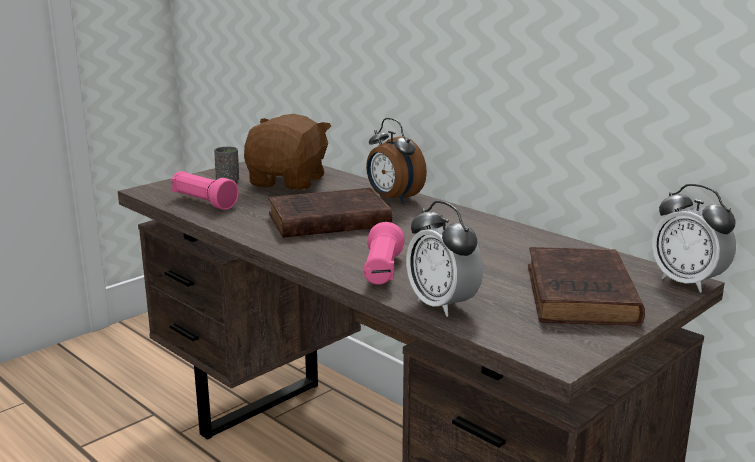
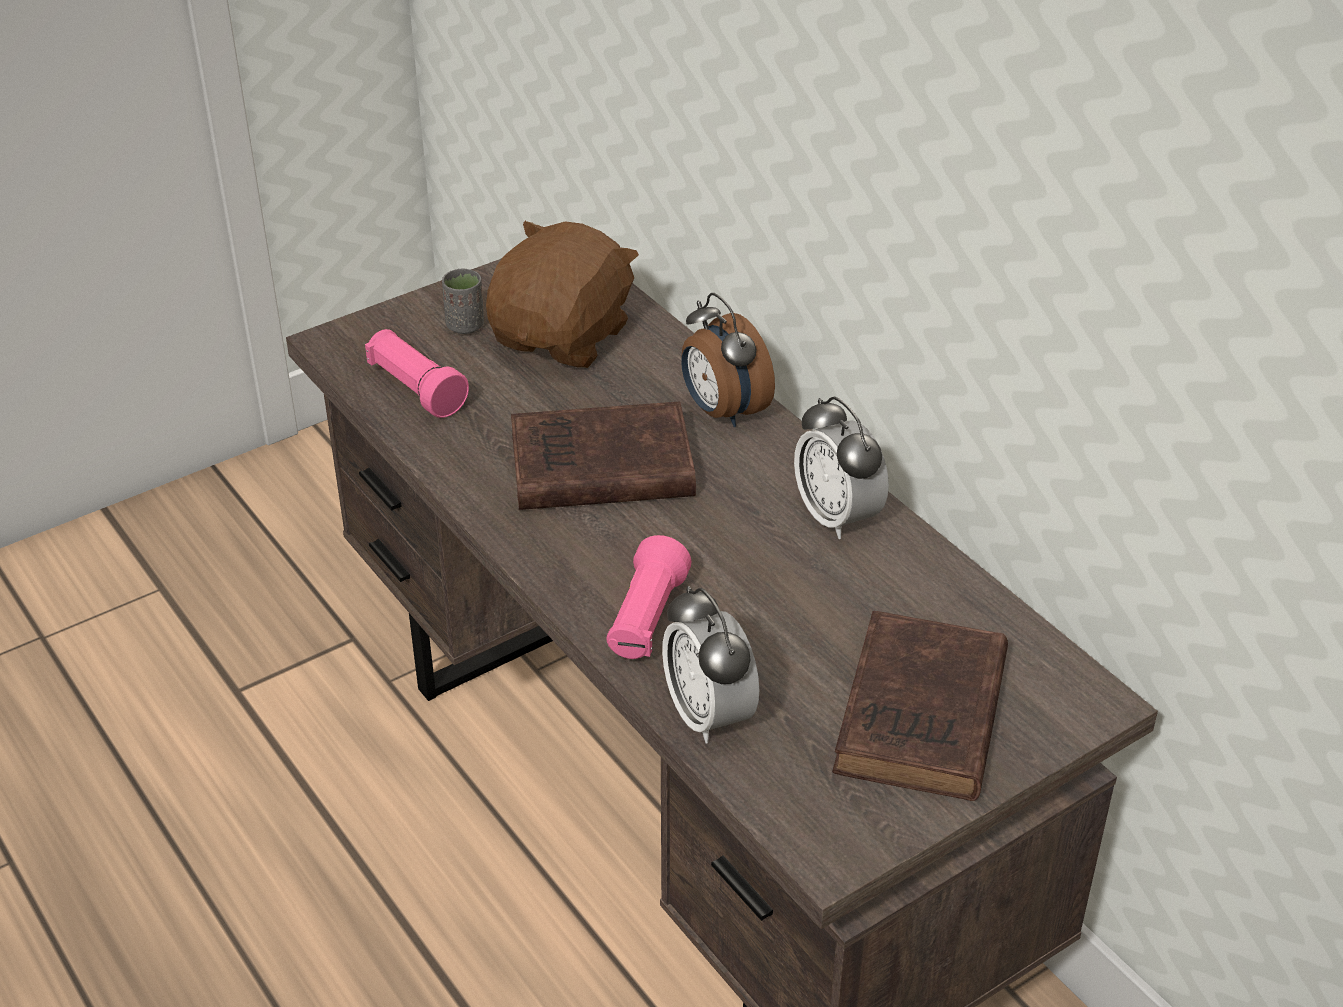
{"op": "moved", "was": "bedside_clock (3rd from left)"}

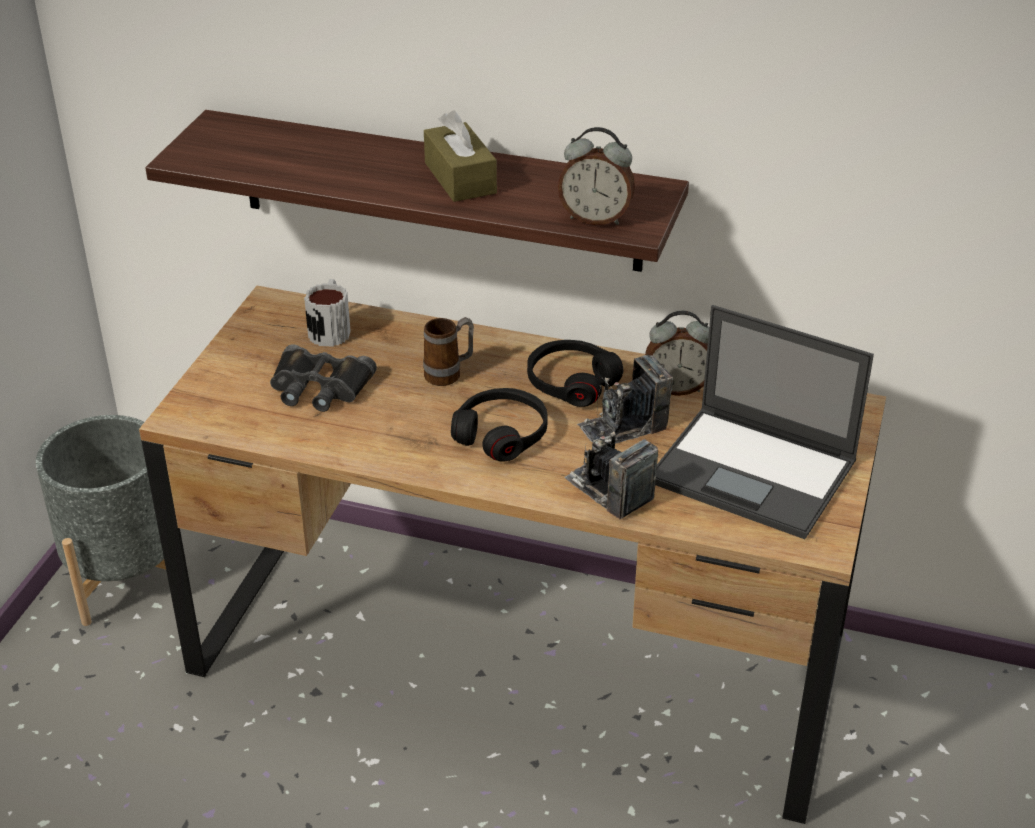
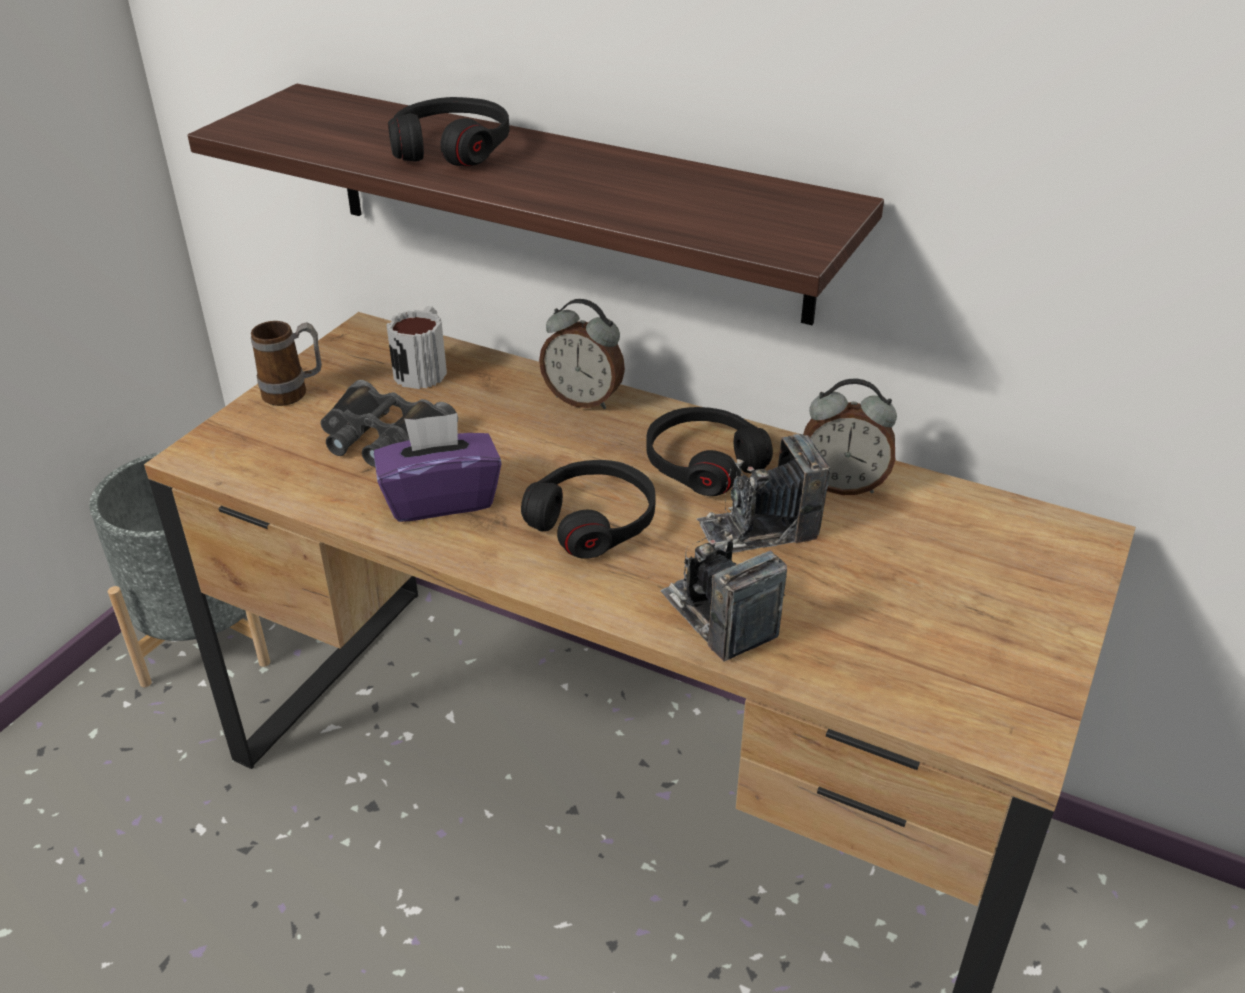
{"op": "removed", "was": "brownish_tissue_box"}
{"op": "removed", "was": "laptop"}
{"op": "added", "now": "purple_tissue_box"}
{"op": "added", "now": "black_headphones (1st from left)"}
{"op": "moved", "was": "coffee_mug (2nd from left in the first image)", "now": "coffee_mug (1st from left)"}
{"op": "moved", "was": "bedside_clock (1st from left)"}

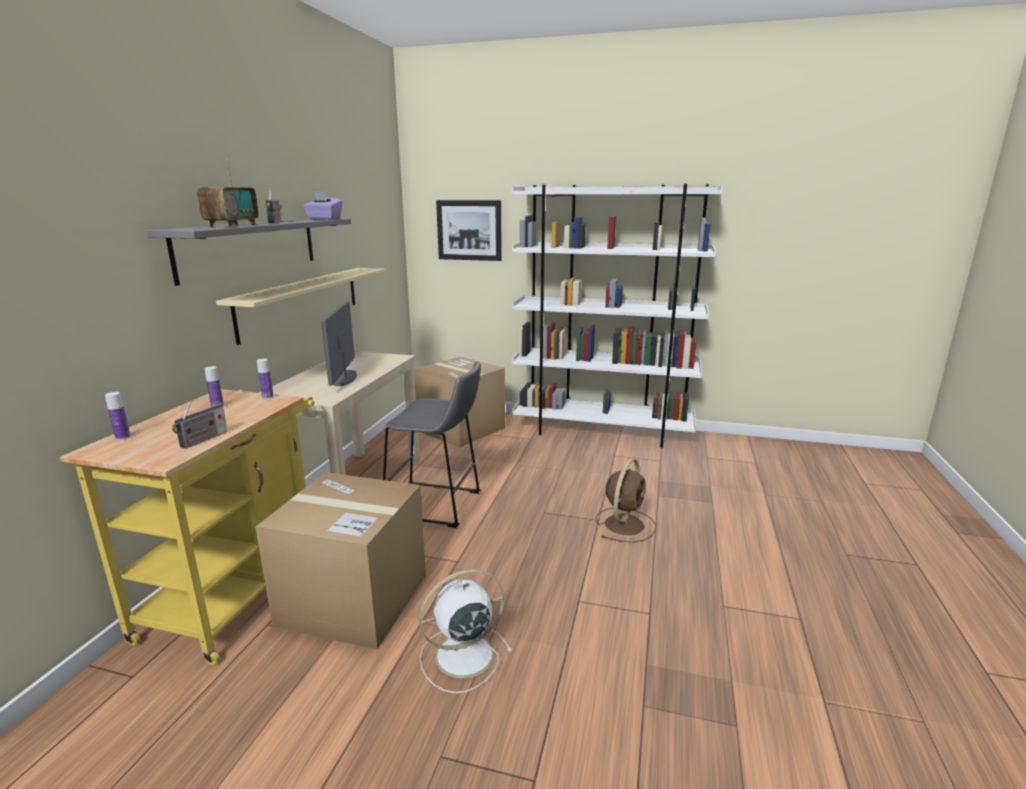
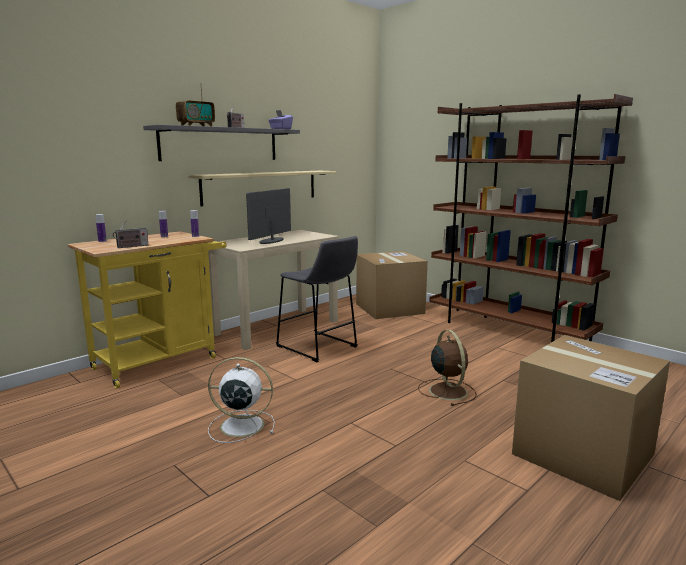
{"op": "removed", "was": "wall_picture"}
{"op": "moved", "was": "cardboard_box (1st from left in the first image)", "now": "cardboard_box (2nd from left)"}
{"op": "recoloured", "was": "whitish_bookcase", "now": "brownish_bookcase"}
{"op": "turned", "was": "brownish_electric_fan", "clockwise": -75}

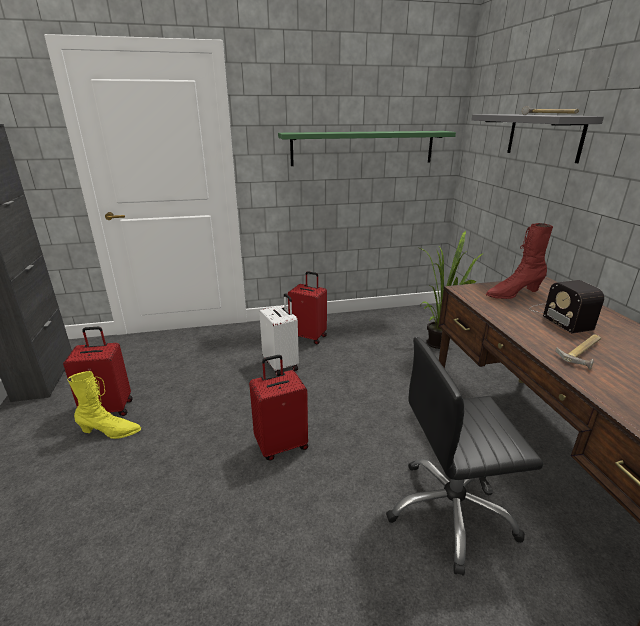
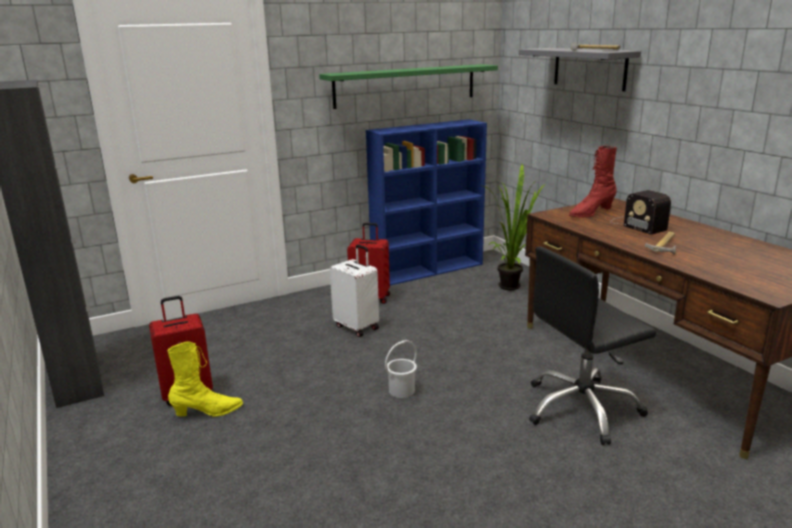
{"op": "added", "now": "bluish_bookcase"}
{"op": "replaced", "was": "reddish_suitcase (2nd from left)", "now": "whitish_bucket"}

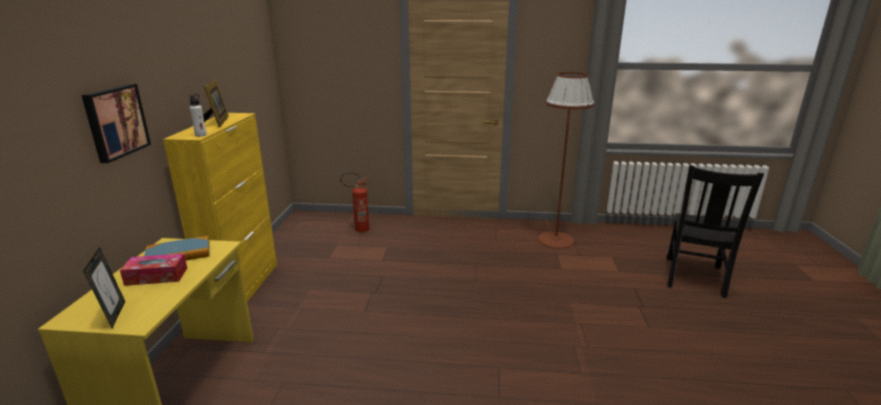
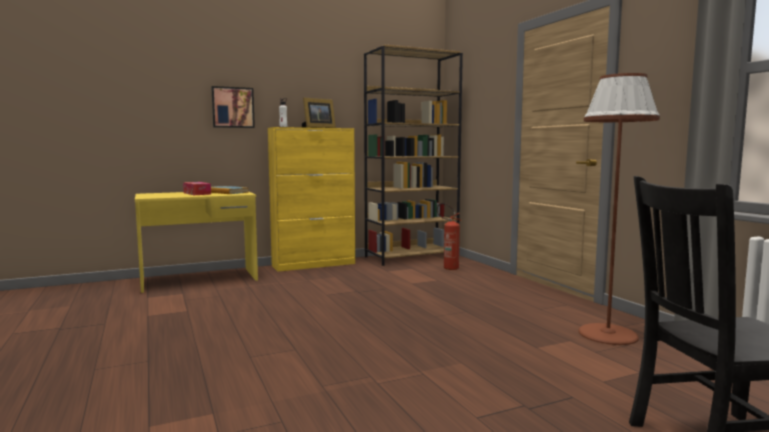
{"op": "removed", "was": "photo_frame (1st from left)"}
{"op": "added", "now": "brownish_bookcase"}

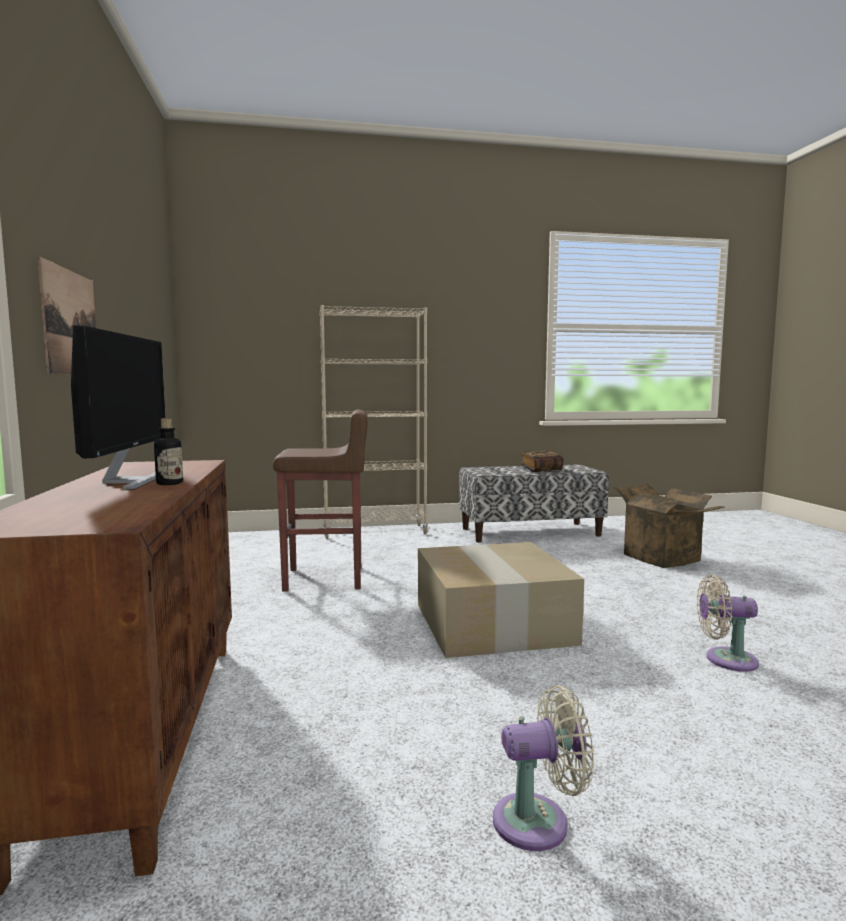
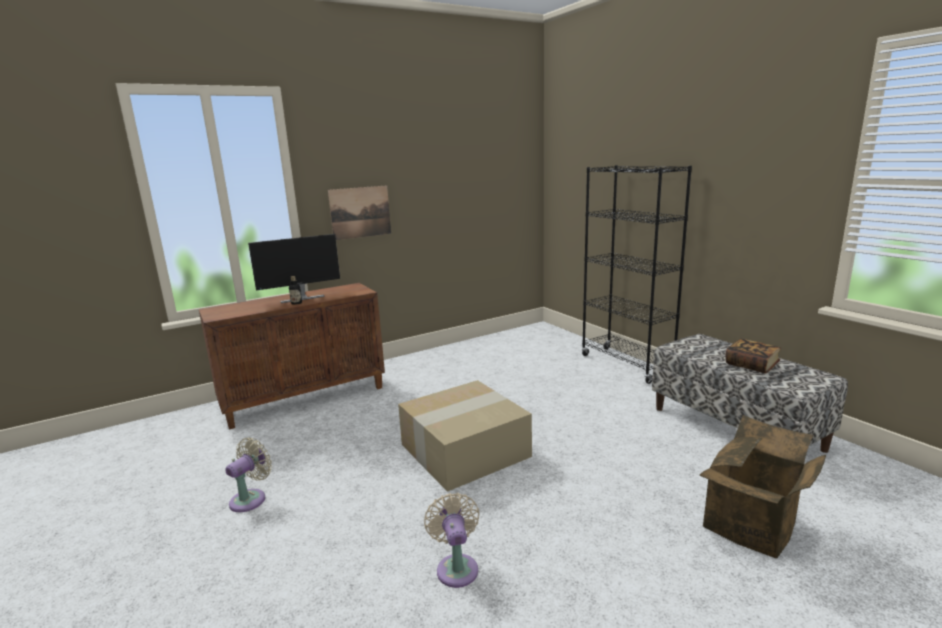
{"op": "removed", "was": "brownish_sitting_stool"}
{"op": "recoloured", "was": "sand-coloured_bookcase", "now": "black_bookcase"}
{"op": "turned", "was": "sand-coloured_electric_fan (1st from left)", "clockwise": -120}

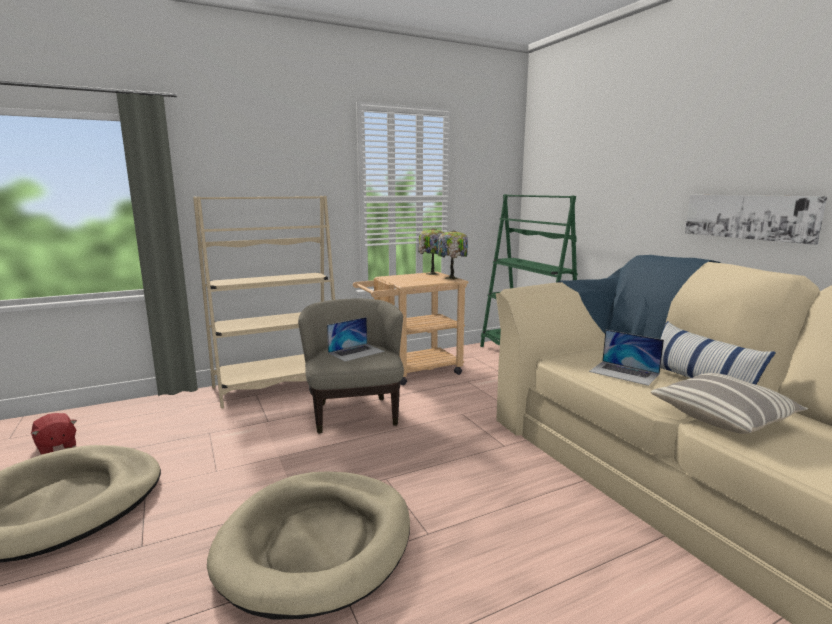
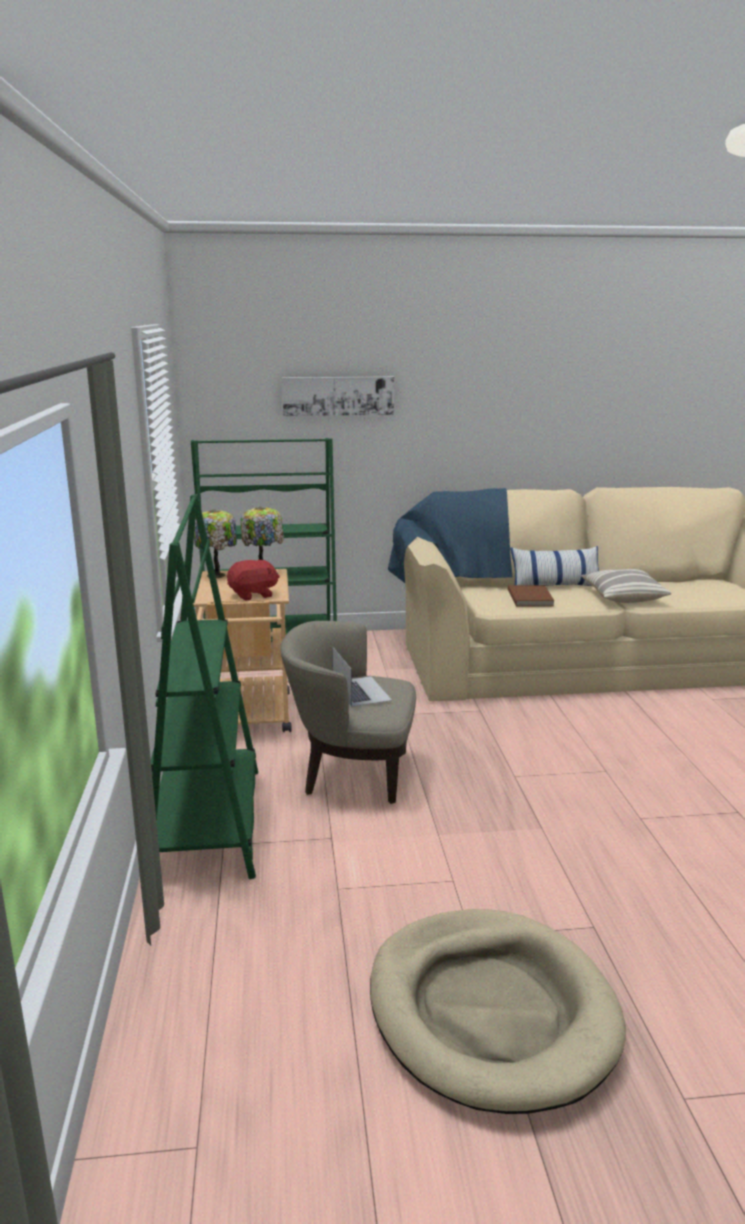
{"op": "removed", "was": "sand-coloured_dog_bed (2nd from left)"}
{"op": "moved", "was": "reddish_soft_toy"}
{"op": "moved", "was": "wall_picture"}
{"op": "replaced", "was": "laptop (2nd from left)", "now": "brownish_volume"}
{"op": "recoloured", "was": "sand-coloured_bookcase", "now": "greenish_bookcase (1st from left)"}

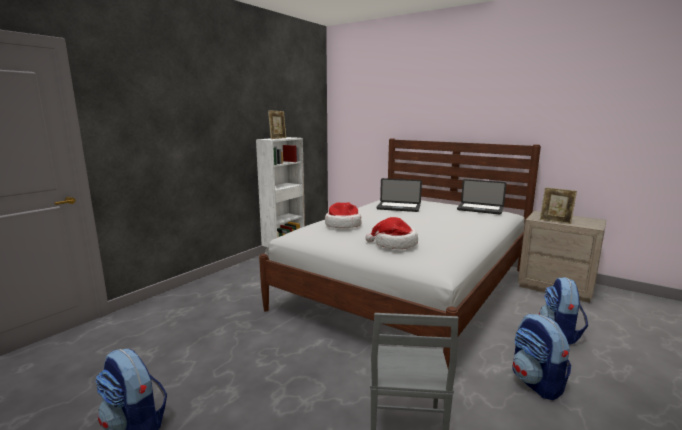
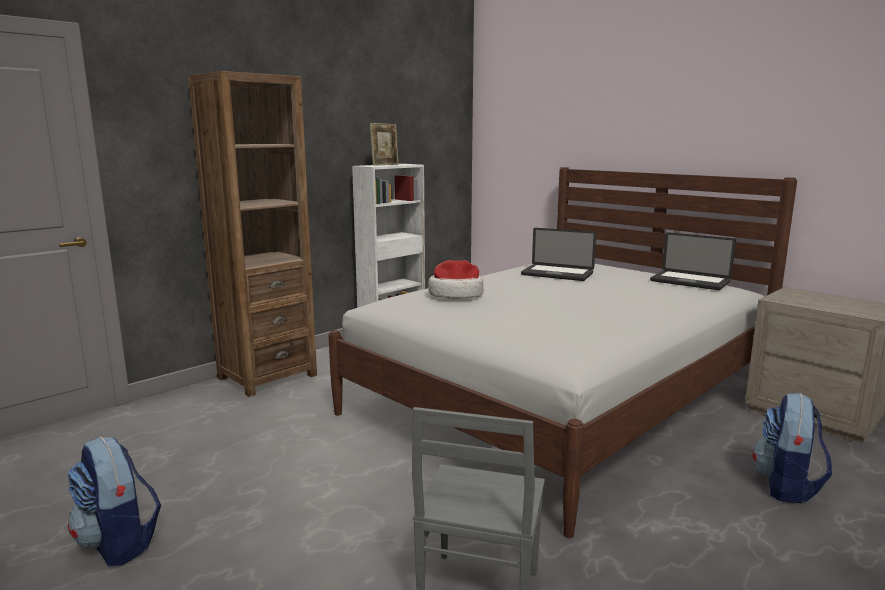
{"op": "removed", "was": "hat (2nd from left)"}
{"op": "removed", "was": "knapsack (2nd from left)"}
{"op": "removed", "was": "photo_frame (2nd from left)"}
{"op": "added", "now": "brownish_bookcase"}

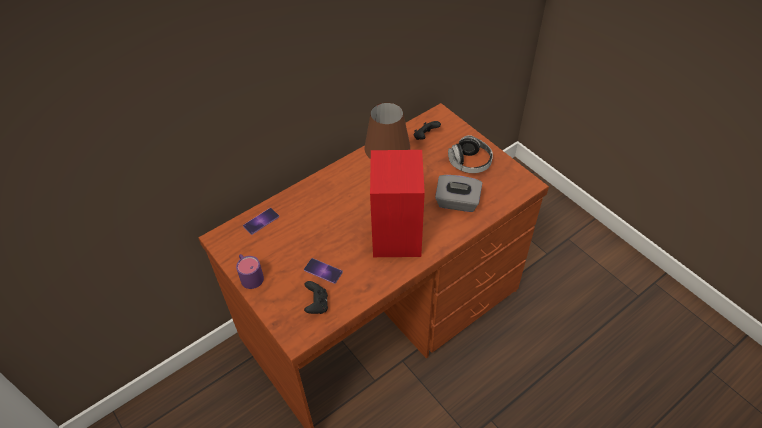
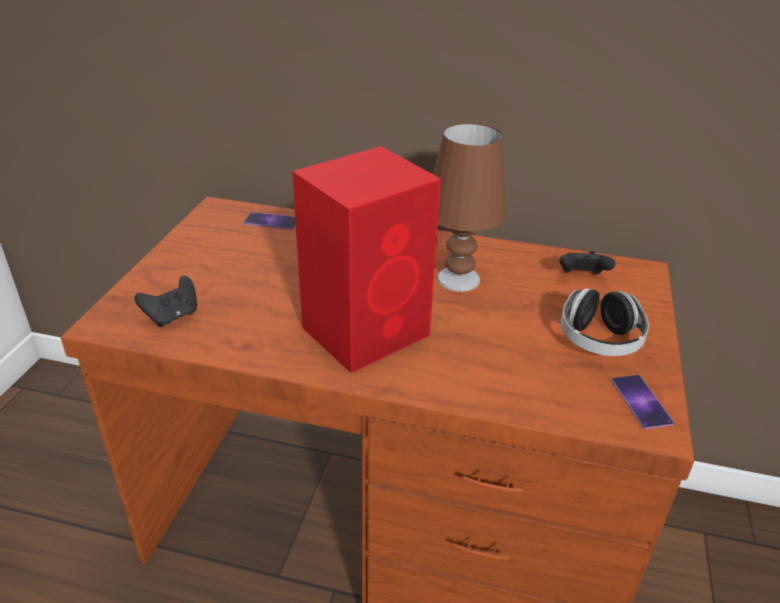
{"op": "removed", "was": "purple_coffee_mug"}
{"op": "removed", "was": "gray_tissue_box"}
{"op": "moved", "was": "phone (2nd from left)"}

